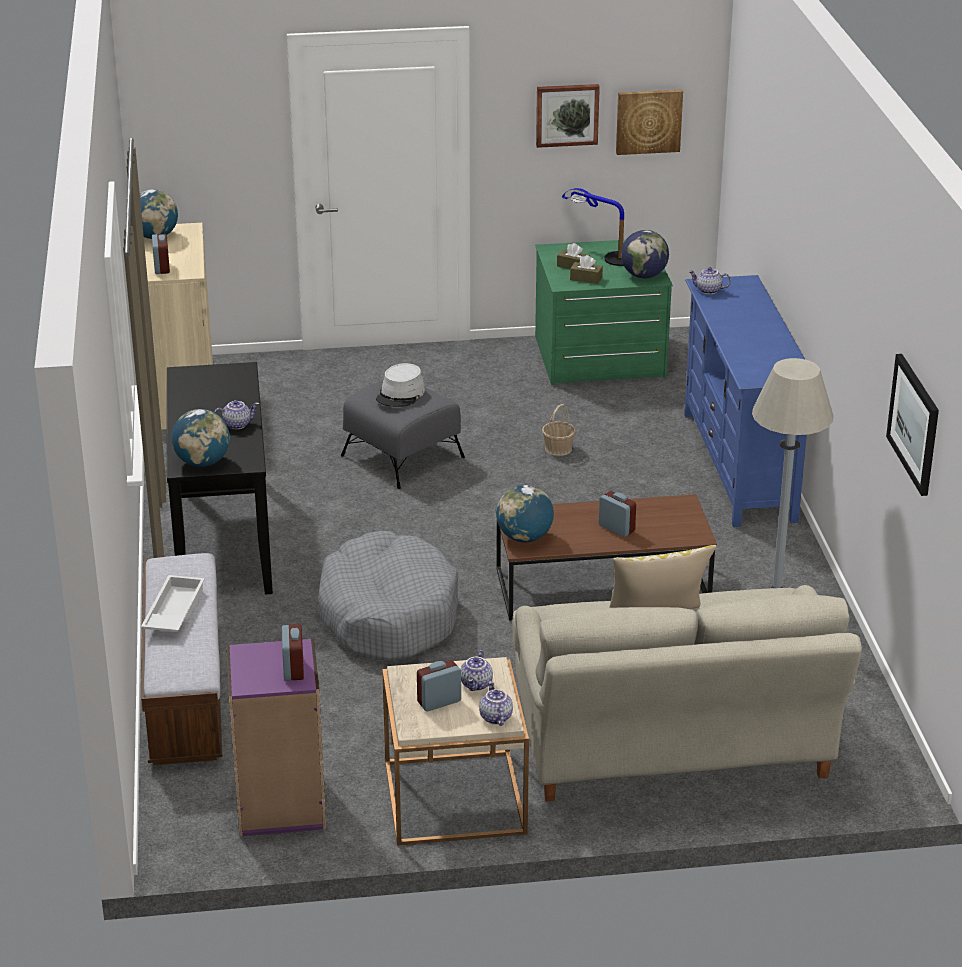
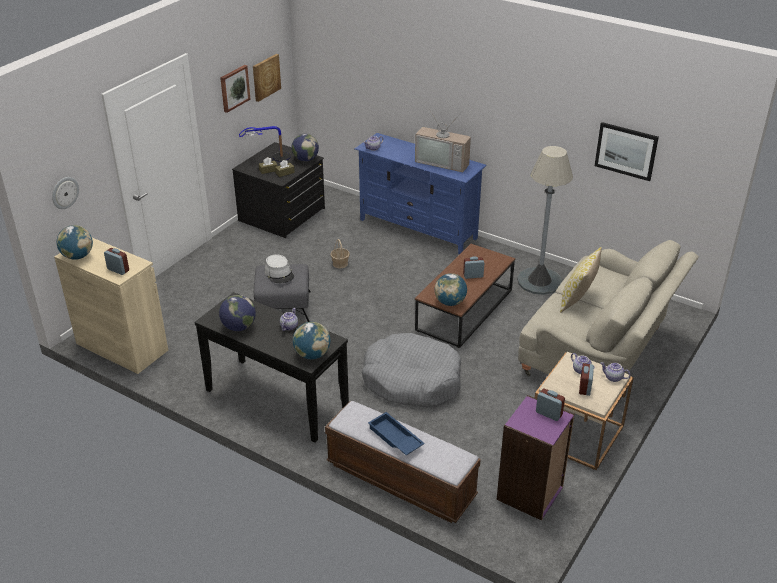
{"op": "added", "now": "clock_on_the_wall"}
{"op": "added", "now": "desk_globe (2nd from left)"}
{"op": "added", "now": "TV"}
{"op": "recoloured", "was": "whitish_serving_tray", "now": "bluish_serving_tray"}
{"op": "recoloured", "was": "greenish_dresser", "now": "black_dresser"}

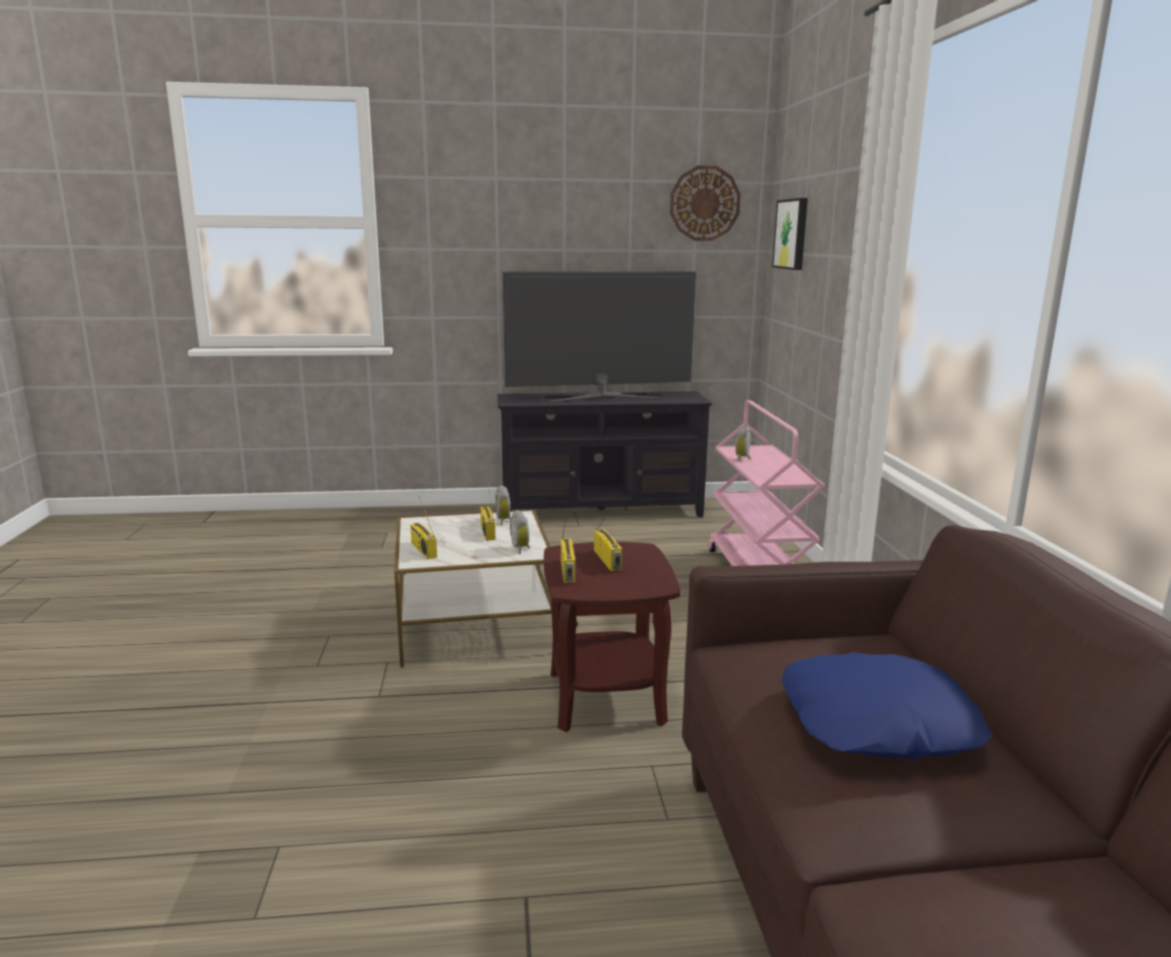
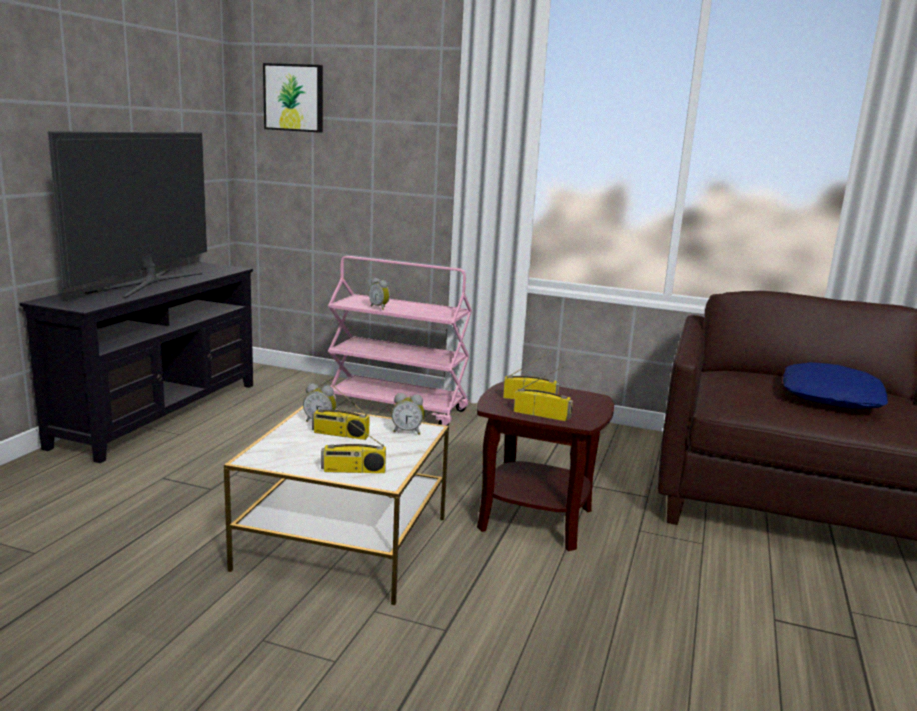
{"op": "removed", "was": "clock_on_the_wall"}

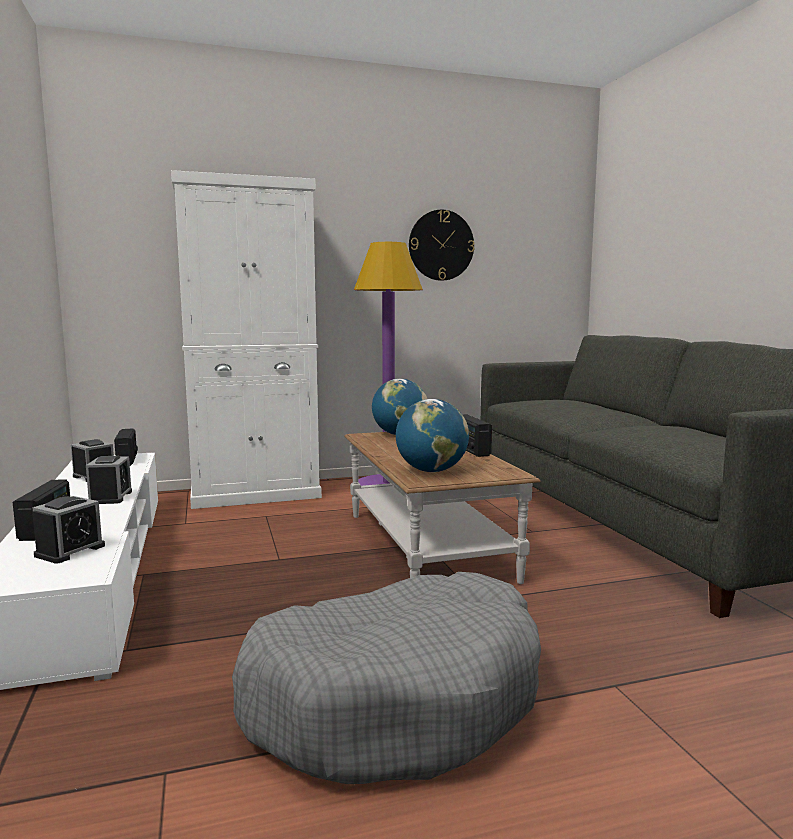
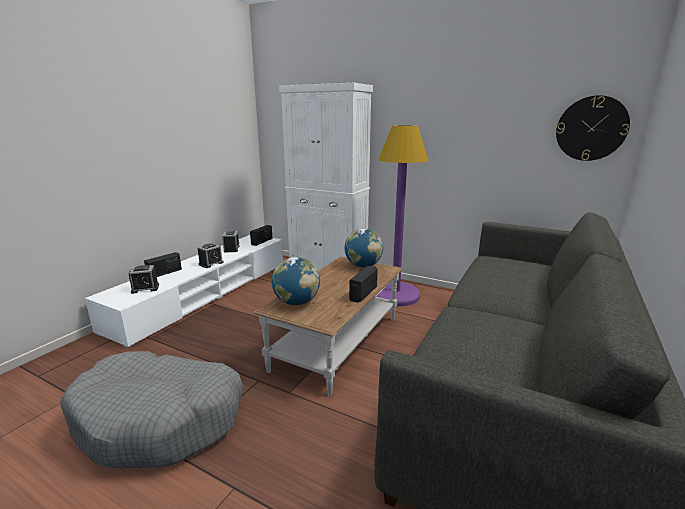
{"op": "moved", "was": "clock_on_the_wall"}

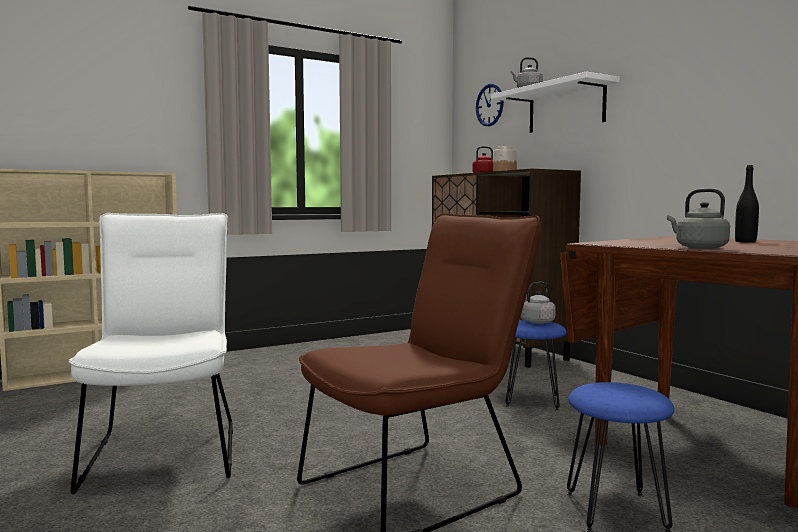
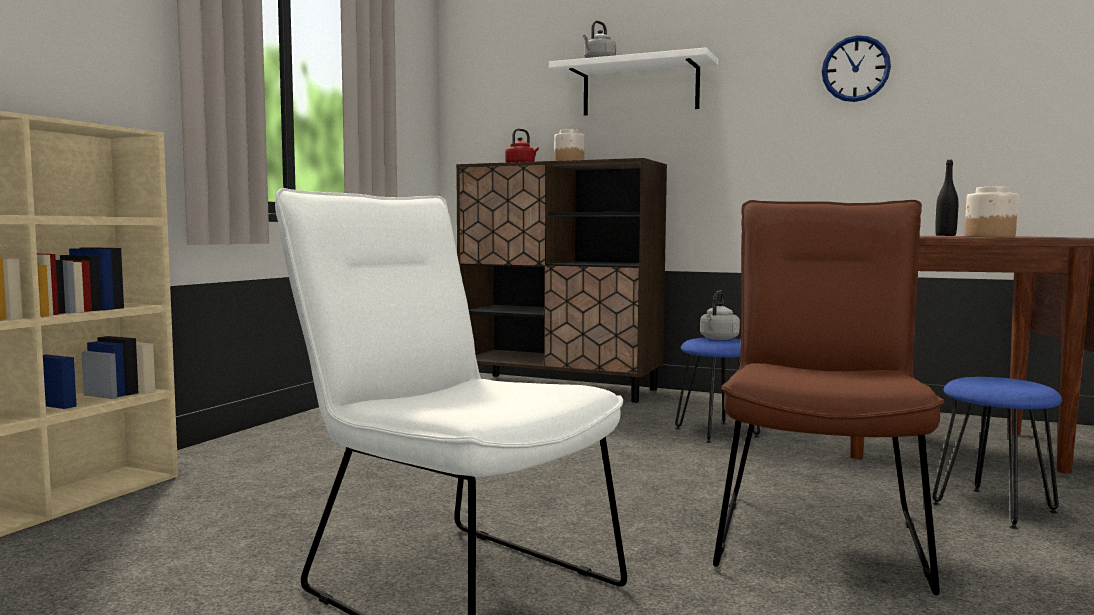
{"op": "moved", "was": "clock_on_the_wall"}
{"op": "replaced", "was": "gray_tea_kettle (3rd from left)", "now": "jar (2nd from left)"}

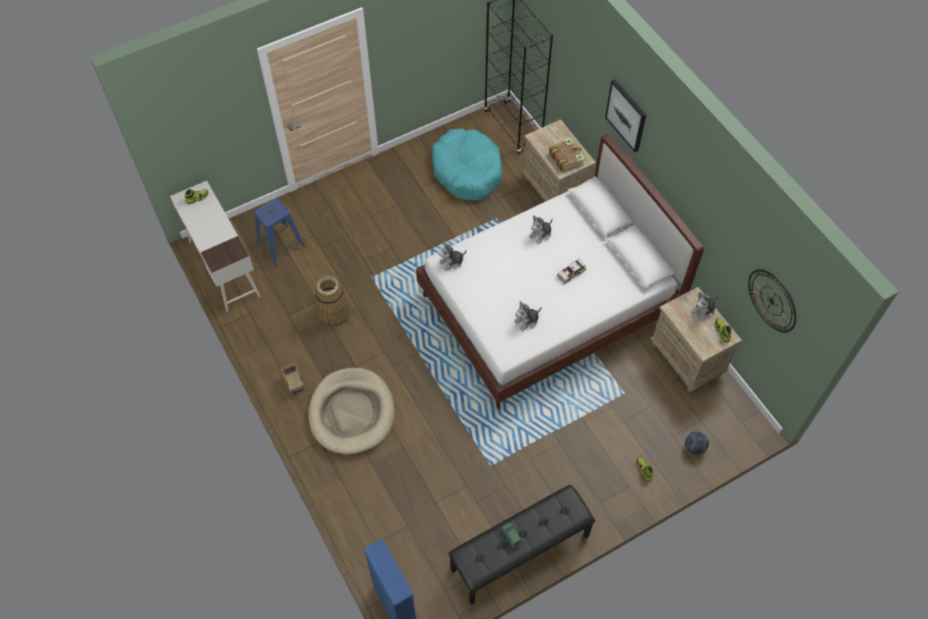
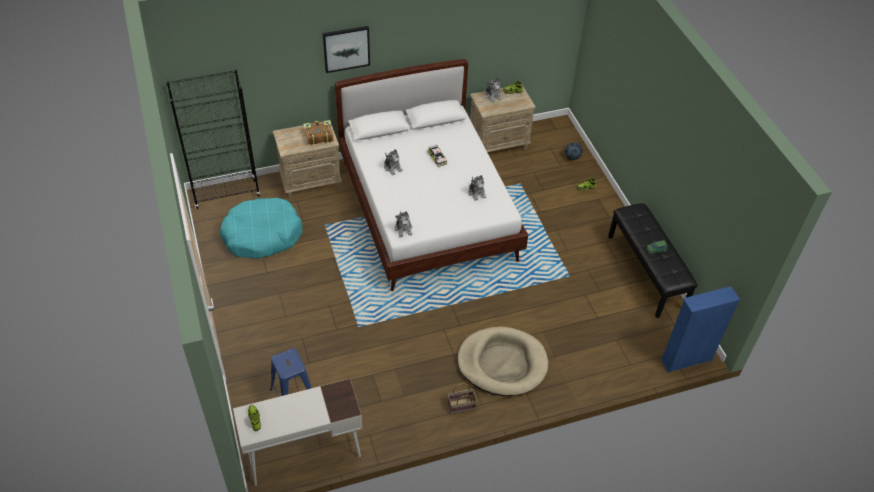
{"op": "removed", "was": "storage_basket (2nd from left)"}
{"op": "removed", "was": "clock_on_the_wall"}

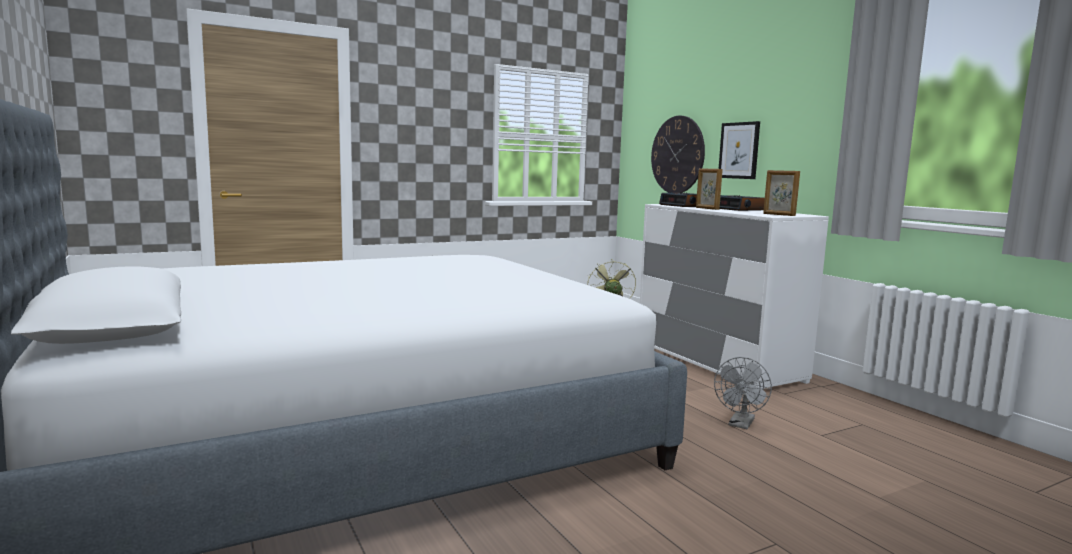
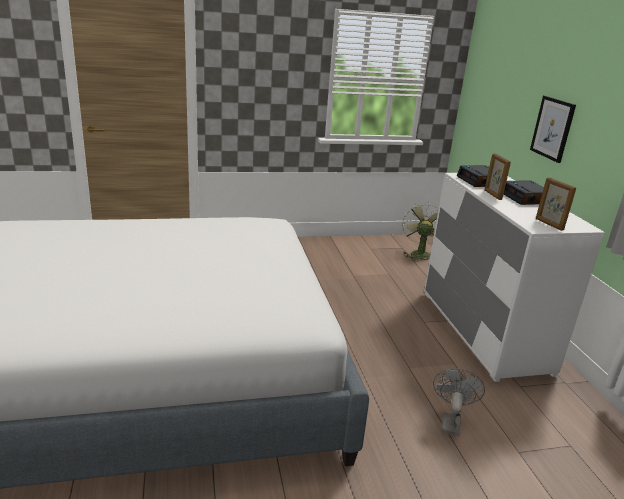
{"op": "removed", "was": "clock_on_the_wall"}
{"op": "turned", "was": "gray_electric_fan", "clockwise": 150}

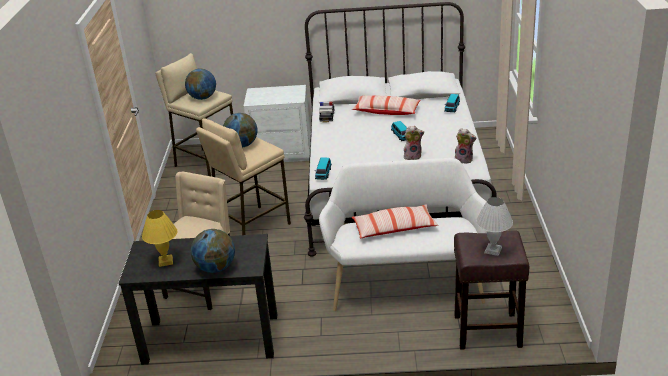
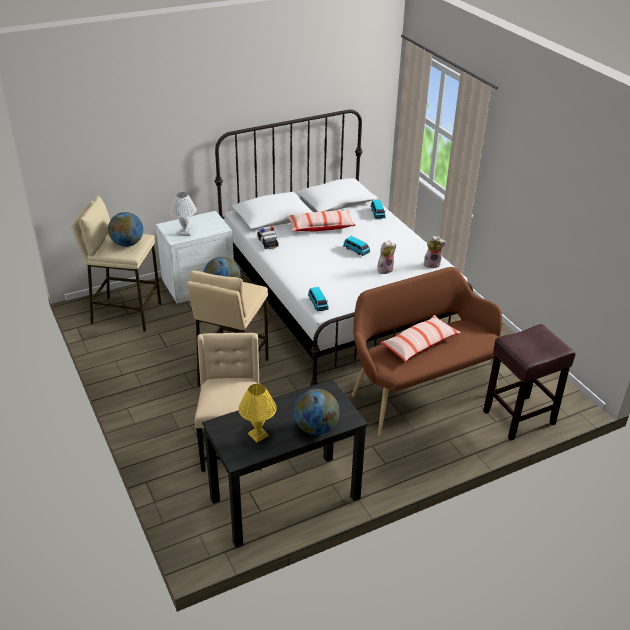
{"op": "moved", "was": "whitish_lamp_for_a_table"}
{"op": "recoloured", "was": "whitish_bench", "now": "brownish_bench"}

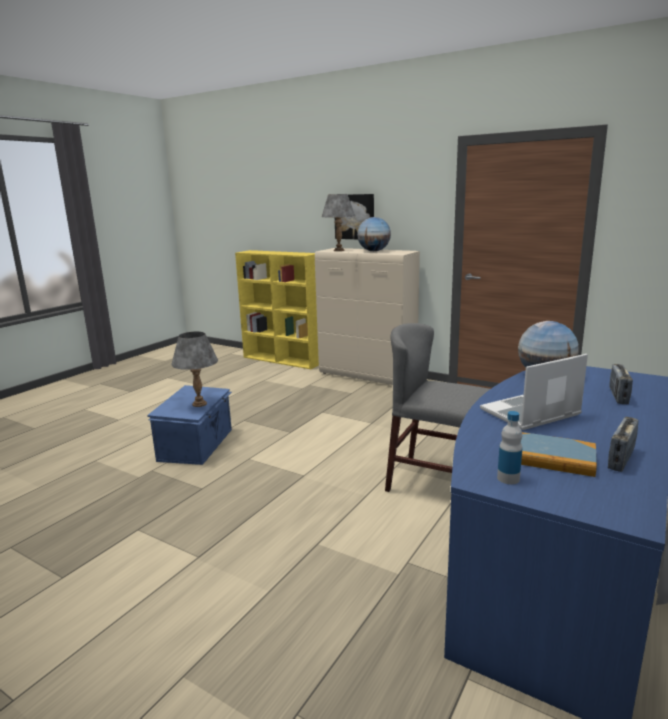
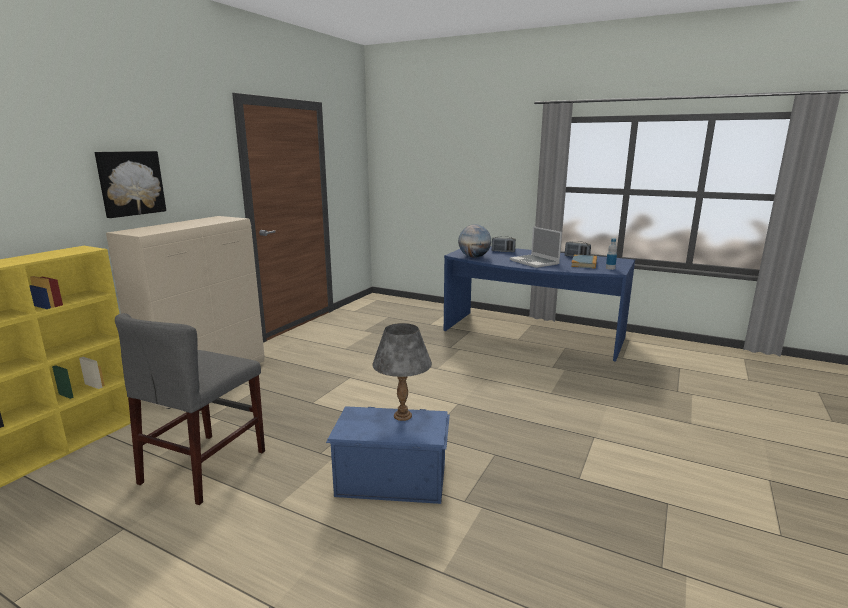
{"op": "removed", "was": "gray_lamp_for_a_table (2nd from left)"}
{"op": "removed", "was": "desk_globe (1st from left)"}
{"op": "moved", "was": "gray_chair"}

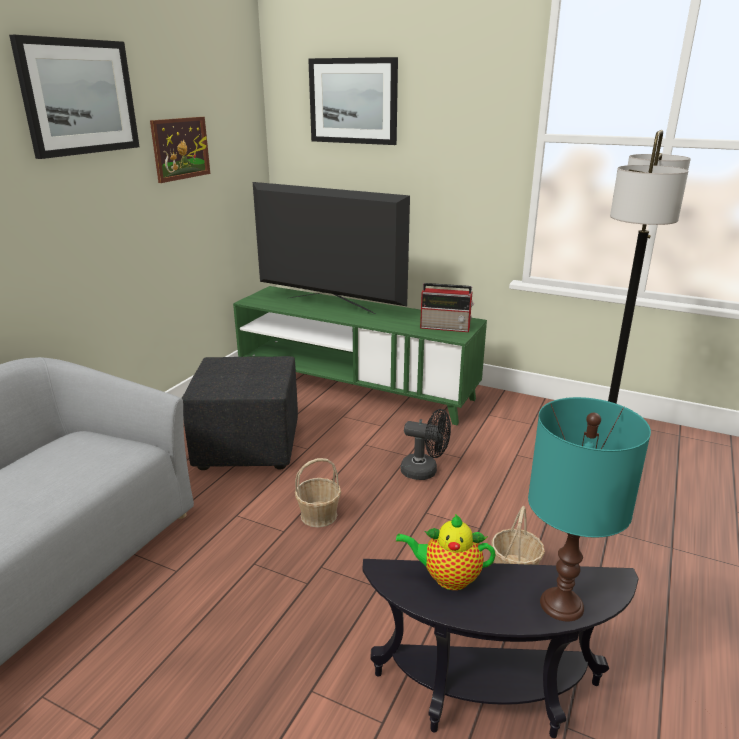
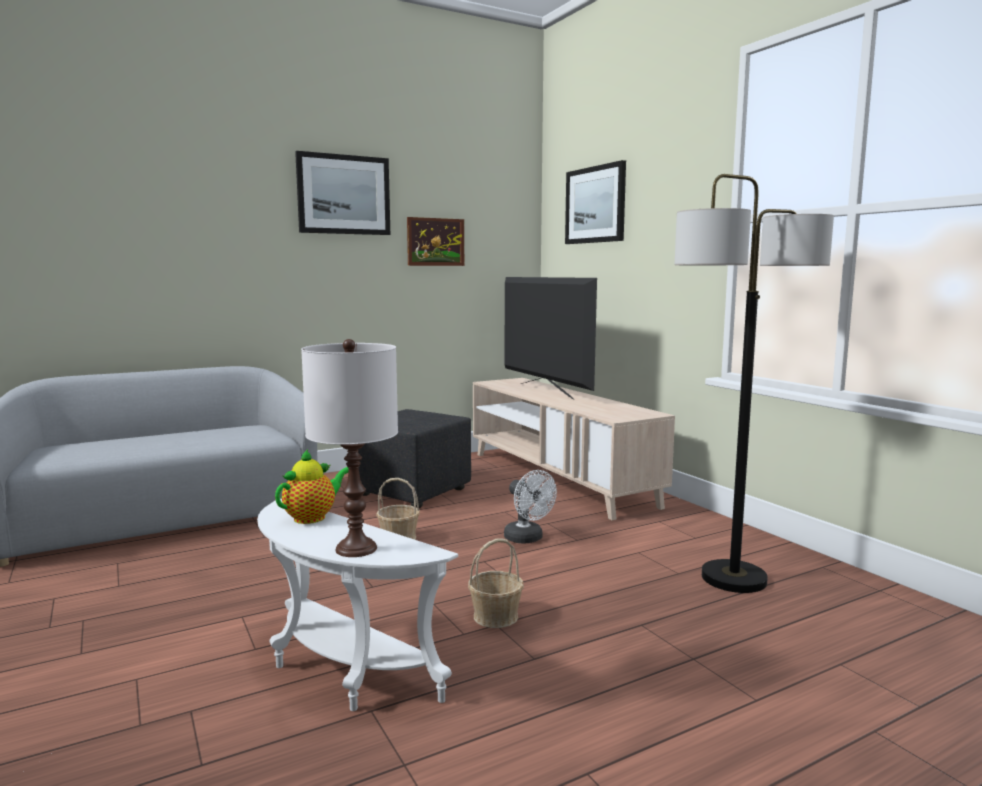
{"op": "removed", "was": "radio"}
{"op": "recoloured", "was": "greenish_tv_stand", "now": "sand-coloured_tv_stand"}
{"op": "recoloured", "was": "black_accent_table", "now": "whitish_accent_table"}
{"op": "recoloured", "was": "black_electric_fan", "now": "whitish_electric_fan"}
{"op": "recoloured", "was": "blue-green_lamp_for_a_table", "now": "whitish_lamp_for_a_table"}
{"op": "turned", "was": "pot_for_tea", "clockwise": 90}

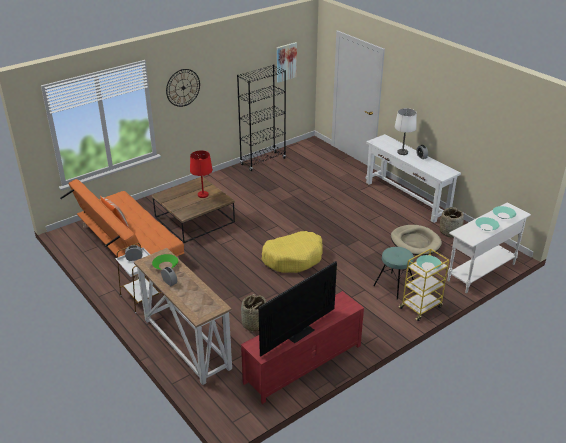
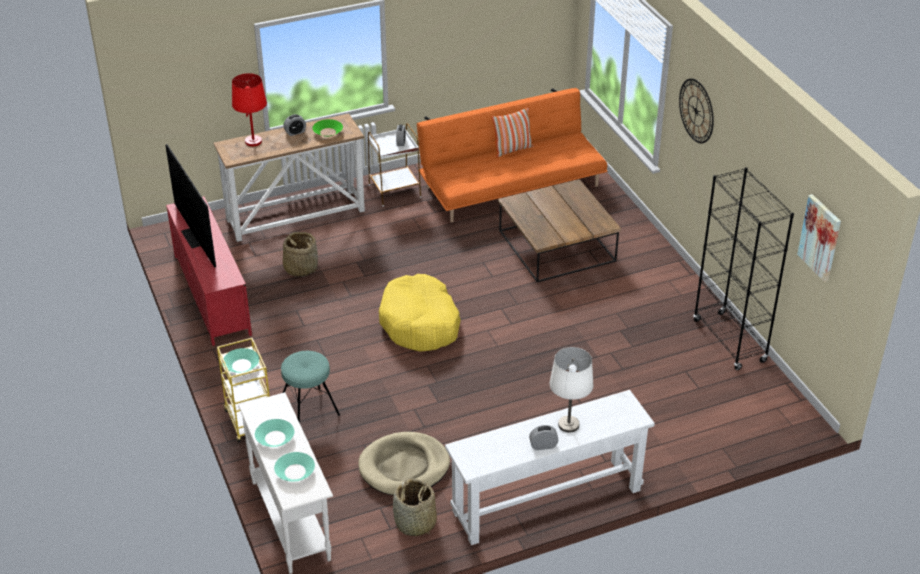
{"op": "moved", "was": "reddish_lamp_for_a_table"}

